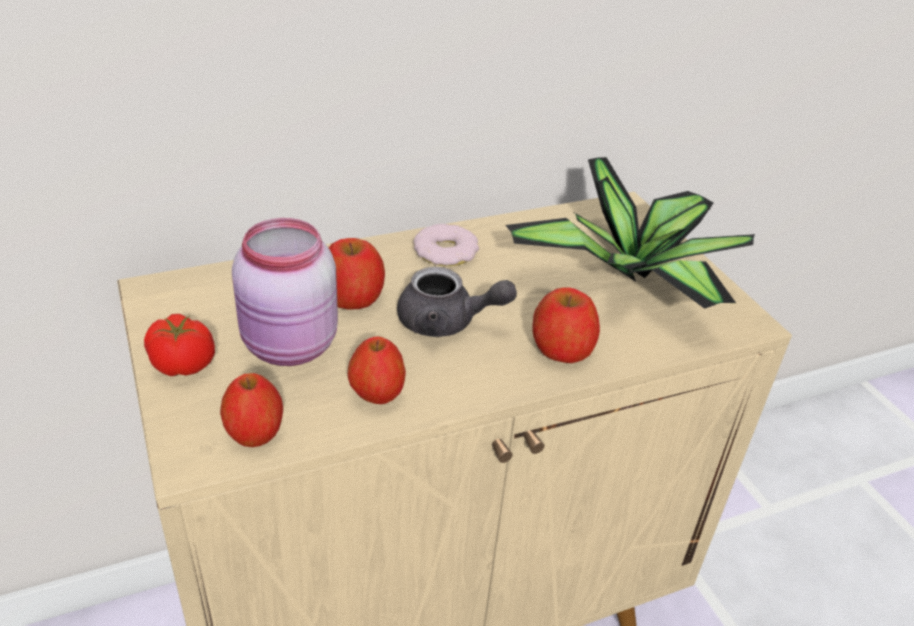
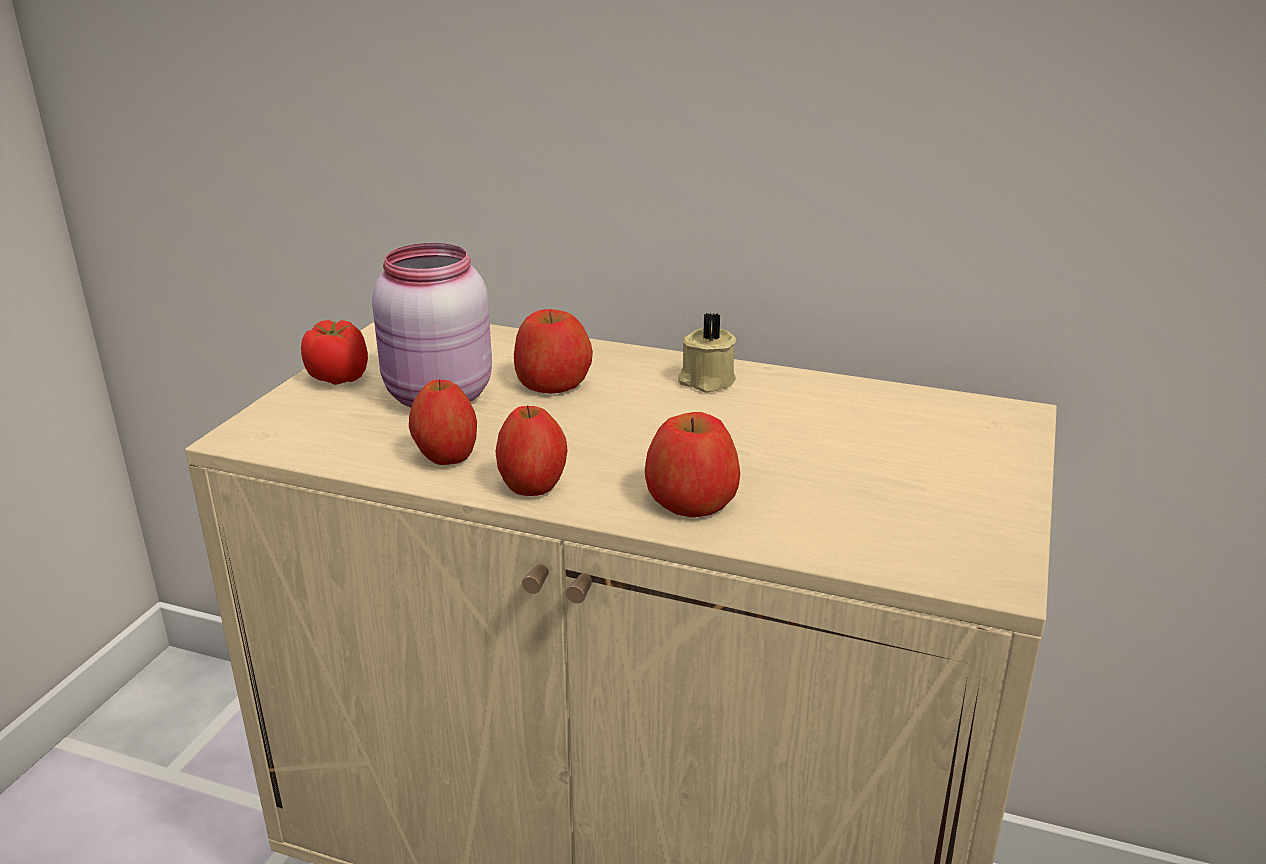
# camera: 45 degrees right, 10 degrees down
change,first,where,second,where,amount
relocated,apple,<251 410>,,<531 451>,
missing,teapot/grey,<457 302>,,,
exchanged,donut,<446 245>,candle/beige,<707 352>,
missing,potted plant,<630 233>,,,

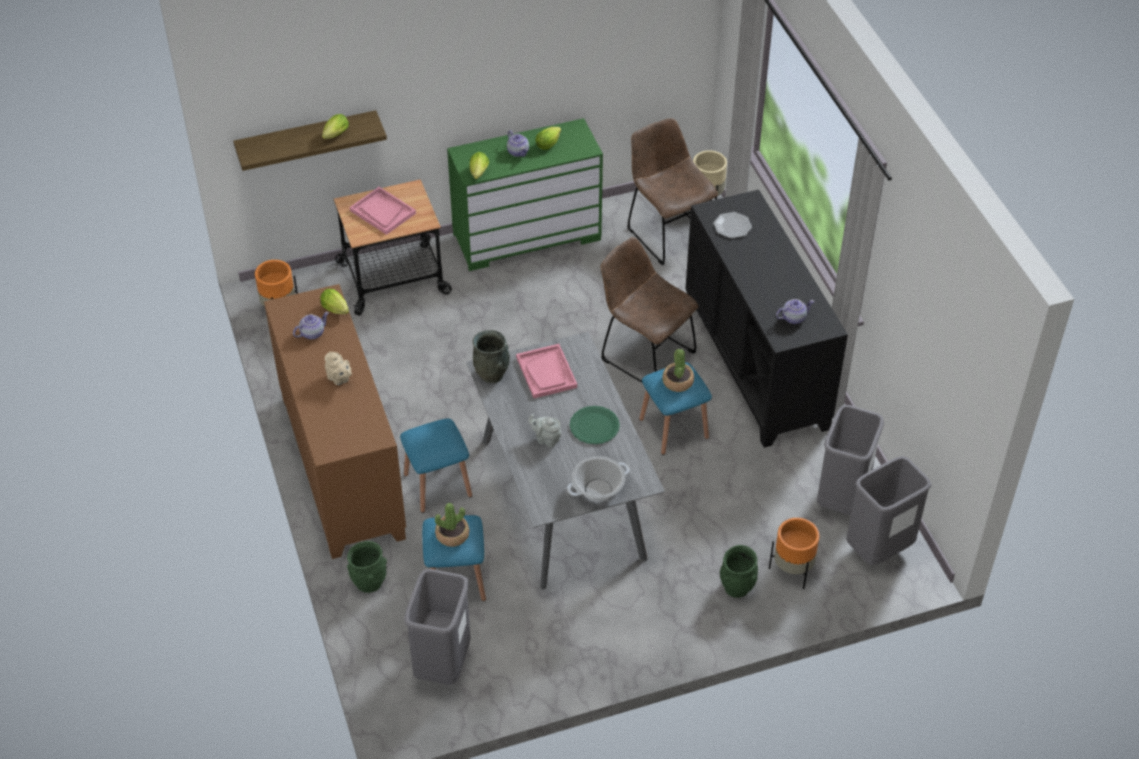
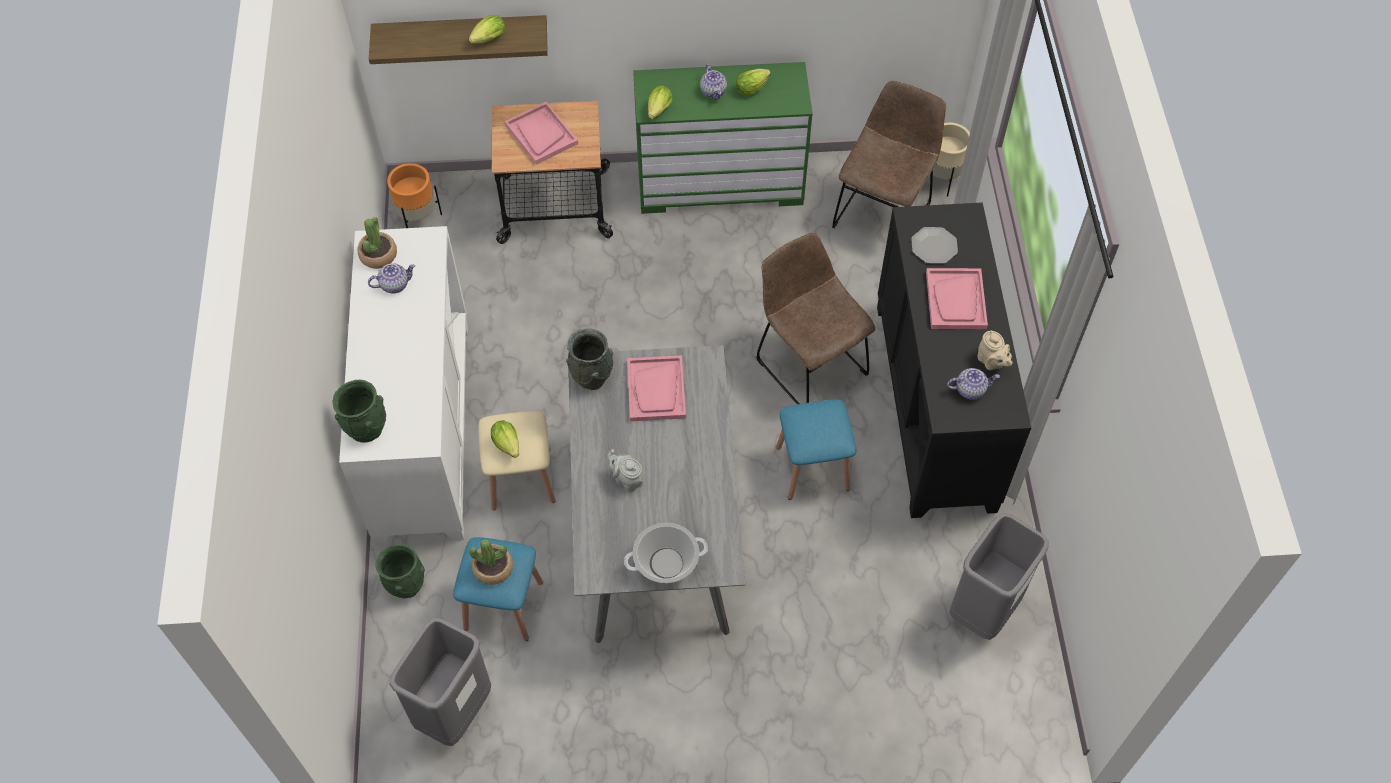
# camera: 15 degrees right, 10 degrees up
change,first,where,second,where,amount
colour,cabinet/brown,<335 421>,cabinet/white,<403 385>,
relocated,lettuce,<334 301>,,<505 439>,
relocated,teapot/beige,<338 368>,,<994 351>,
colour,stool/blue,<436 465>,stool/beige,<516 460>,
missing,plate/green,<595 425>,,,
spun,chair/brown,<673 191>,,<889 154>,45 degrees clockwise
relocated,potted plant,<678 370>,,<377 243>,
relocated,vase/green,<739 571>,,<359 411>,
missing,planter/orange,<794 553>,,,
missing,trash can/grey,<889 510>,,,
appeared,,,tray/pink,<957 298>,

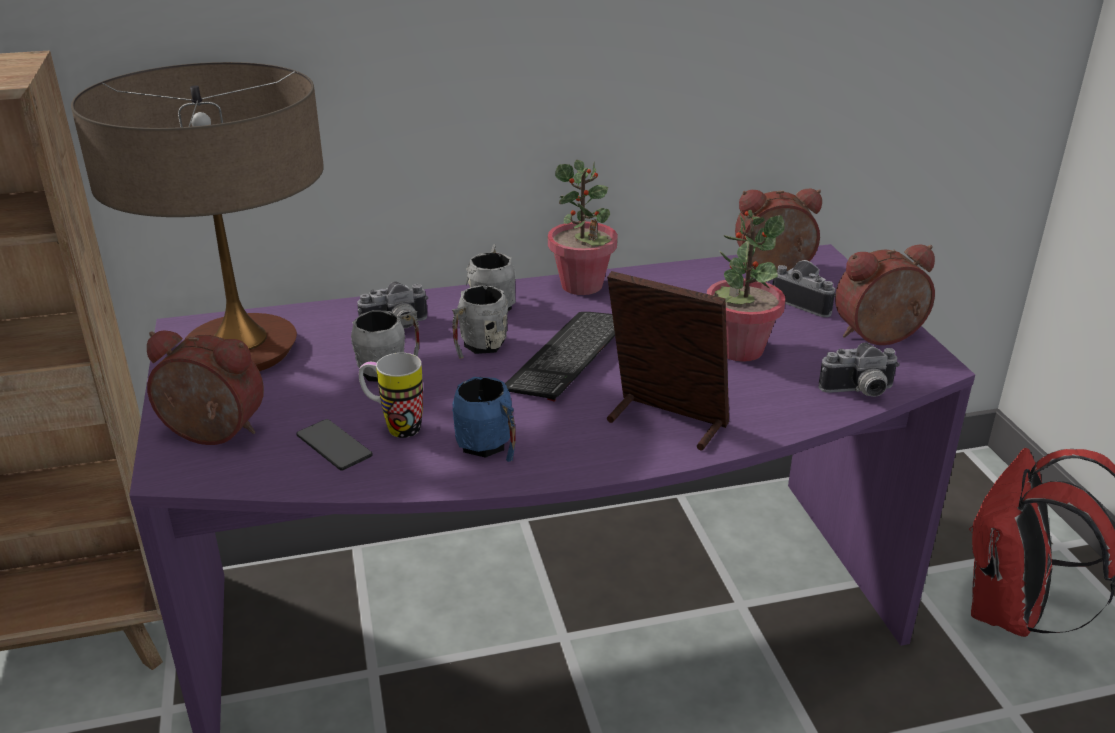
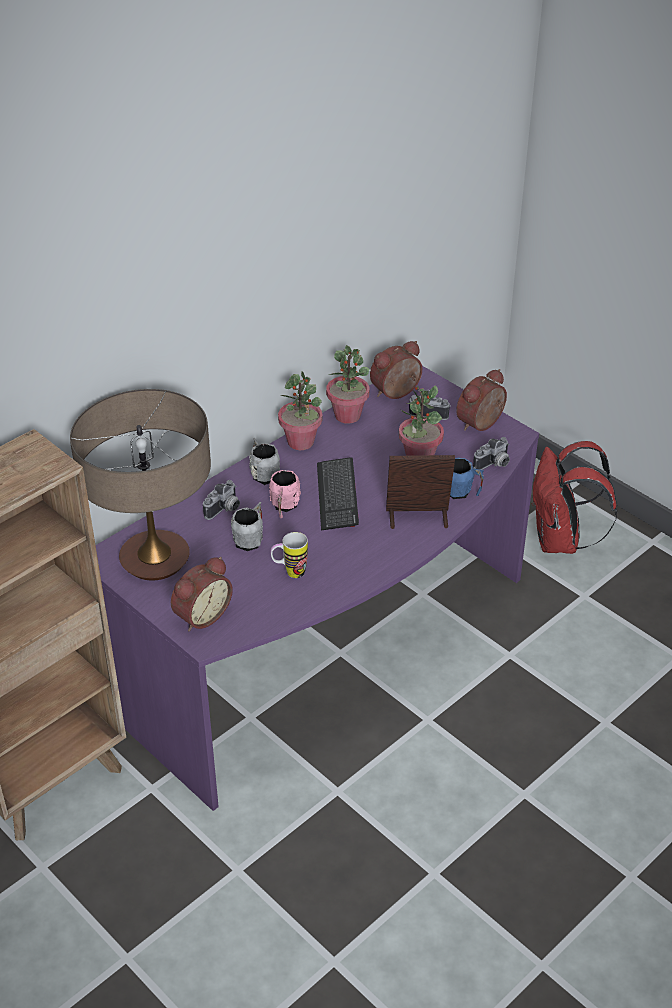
# camera: 30 degrees left, 10 degrees up
change,first,where,second,where,amount
spun,alarm clock,<205 388>,,<202 594>,150 degrees clockwise
missing,phone,<334 445>,,,
colour,mug/grey,<479 322>,mug/pink,<285 494>,
relocated,mug/blue,<484 419>,,<467 478>,
appeared,,,potted plant,<348 384>,

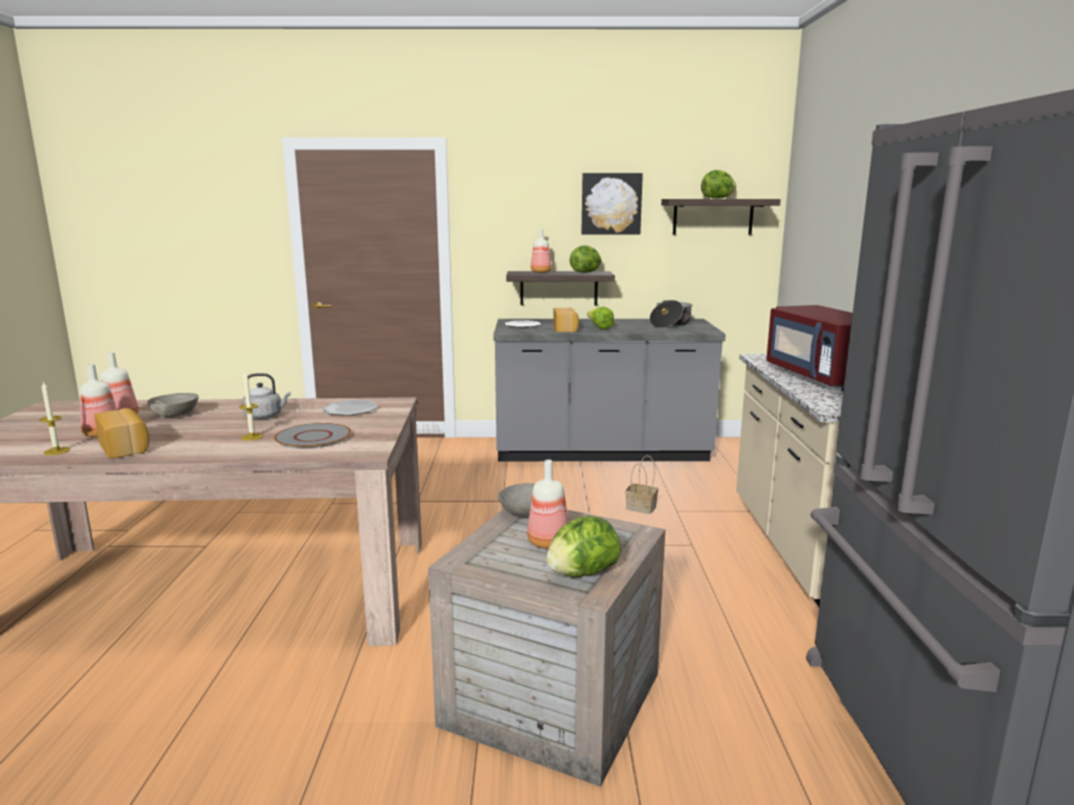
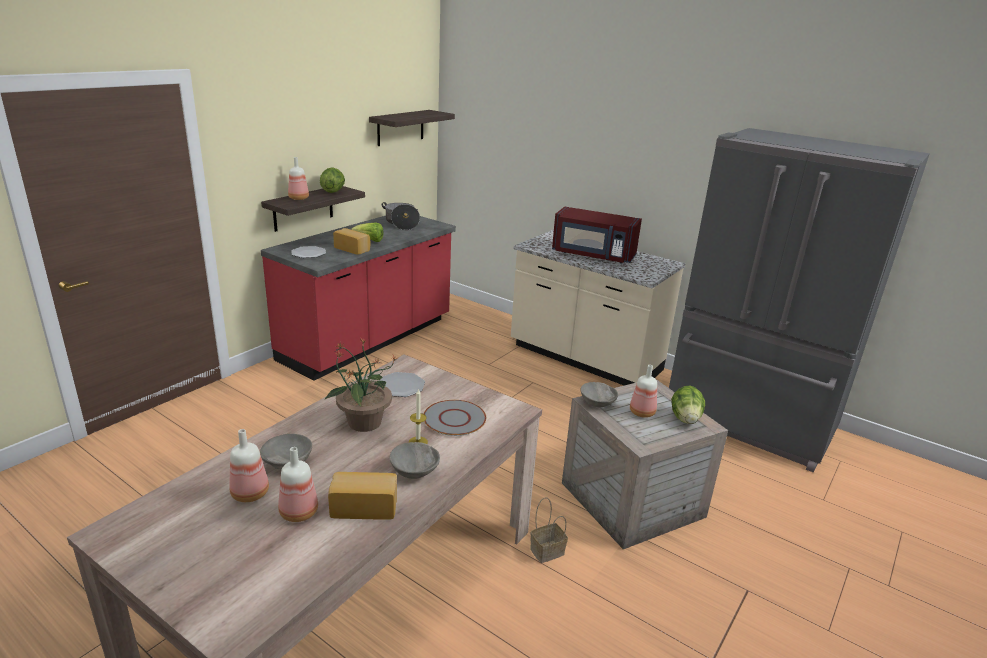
# camera: 55 degrees left, 10 degrees up
change,first,where,second,where,amount
missing,candle,<54 418>,,,
exchanged,kettle/grey,<266 396>,potted plant,<361 384>,
colour,counter/grey,<609 390>,counter/red,<358 298>,
missing,picture,<612 204>,,,
relocated,basket,<642 484>,,<549 530>,
missing,lettuce,<718 184>,,,
appeared,,,bowl/grey,<414 460>,

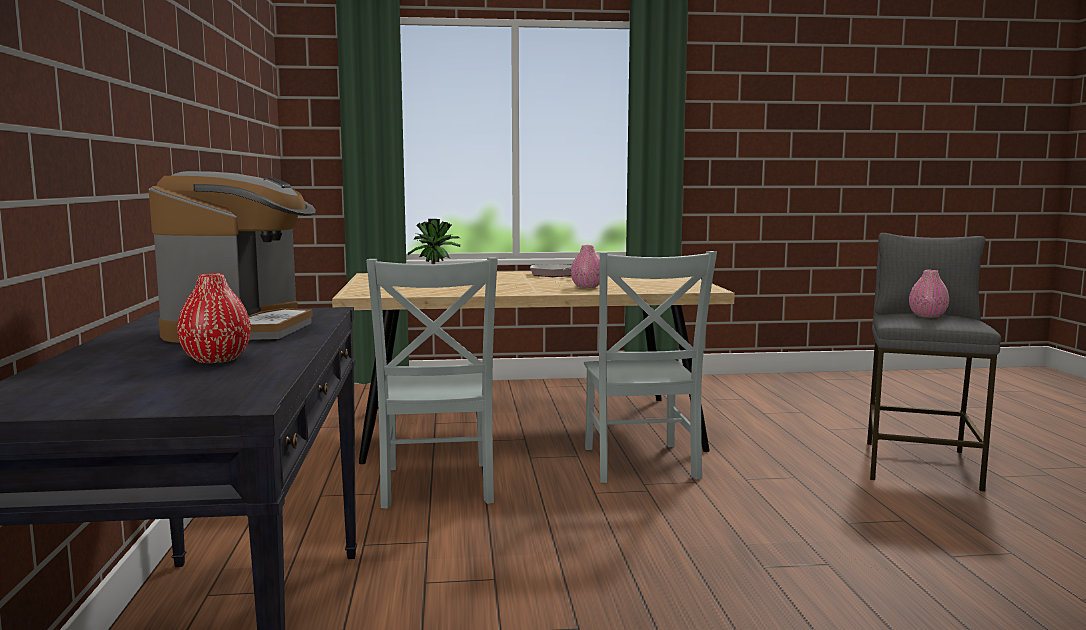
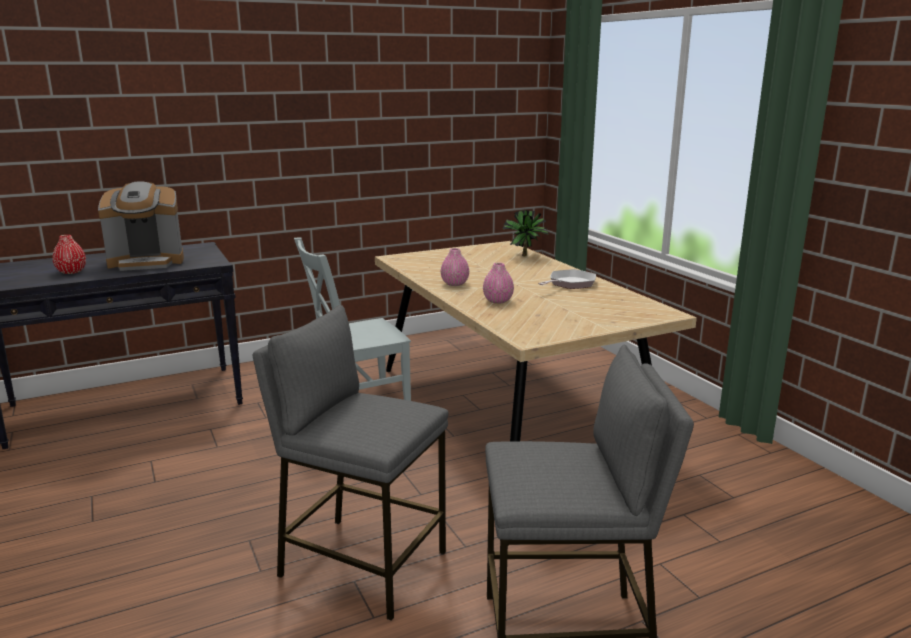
# camera: 70 degrees right, 10 degrees up
change,first,where,second,where,amount
missing,chair/grey,<650 367>,,,
relocated,vase/pink,<929 294>,,<455 267>,
appeared,,,stool/grey,<351 463>,

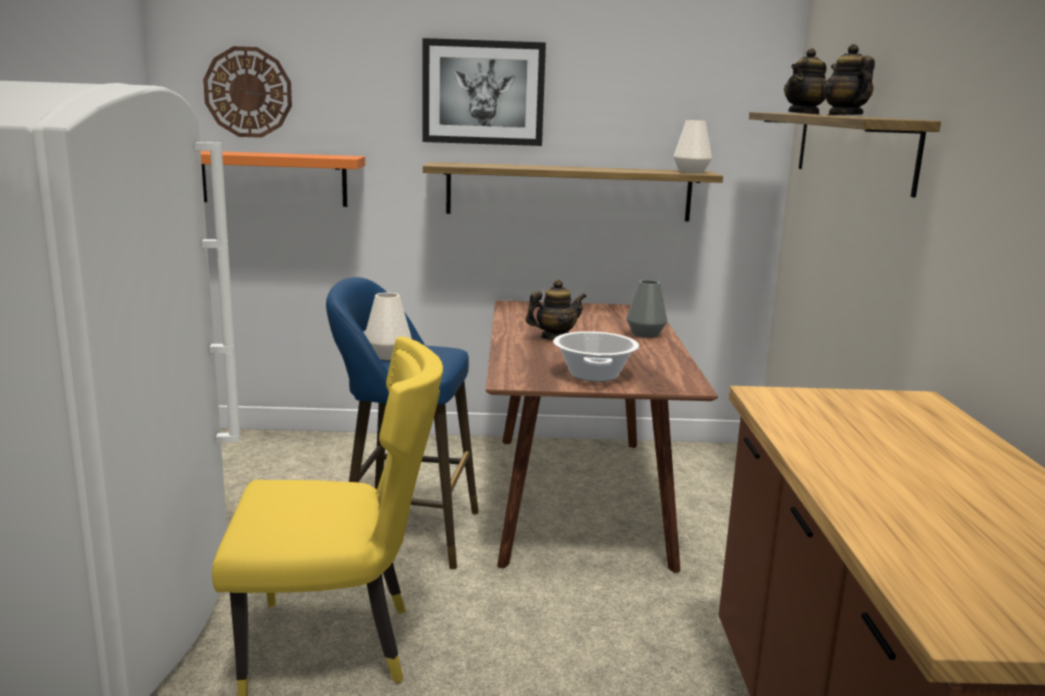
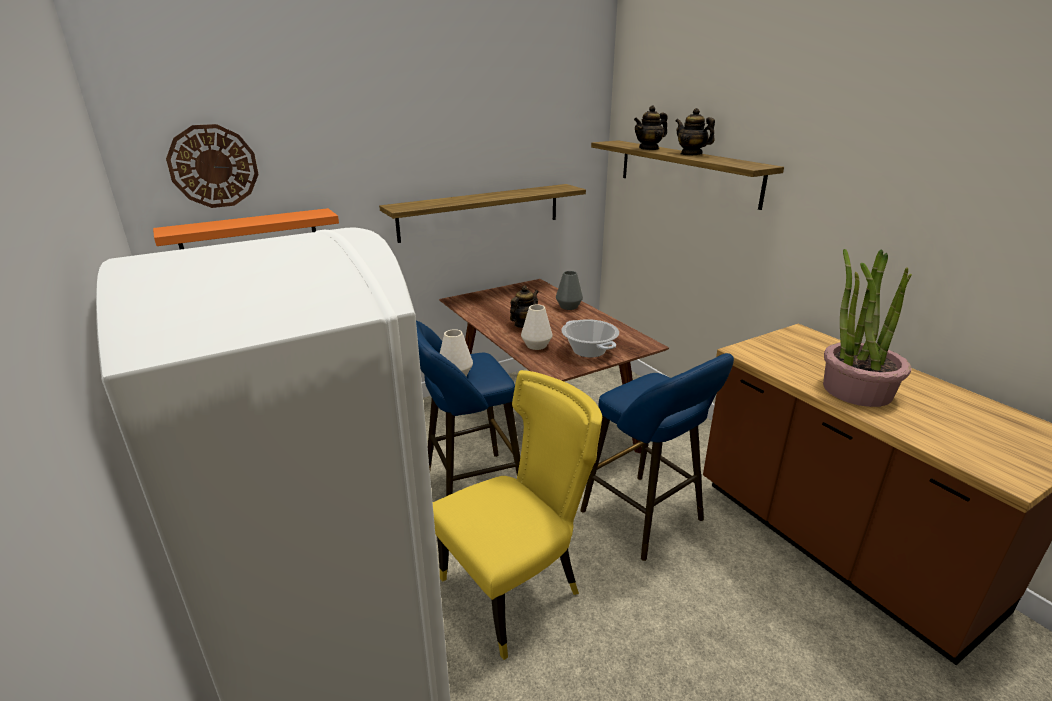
# camera: 30 degrees left, 10 degrees up
change,first,where,second,where,amount
missing,picture,<484 92>,,,
relocated,vase/white,<692 146>,,<537 327>,
spun,teapot,<805 81>,,<651 127>,45 degrees clockwise
appeared,,,stool/blue,<657 457>,
appeared,,,potted plant,<867 328>,

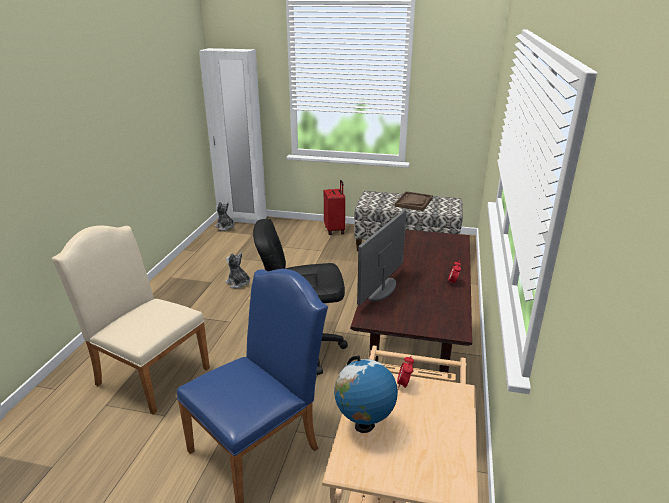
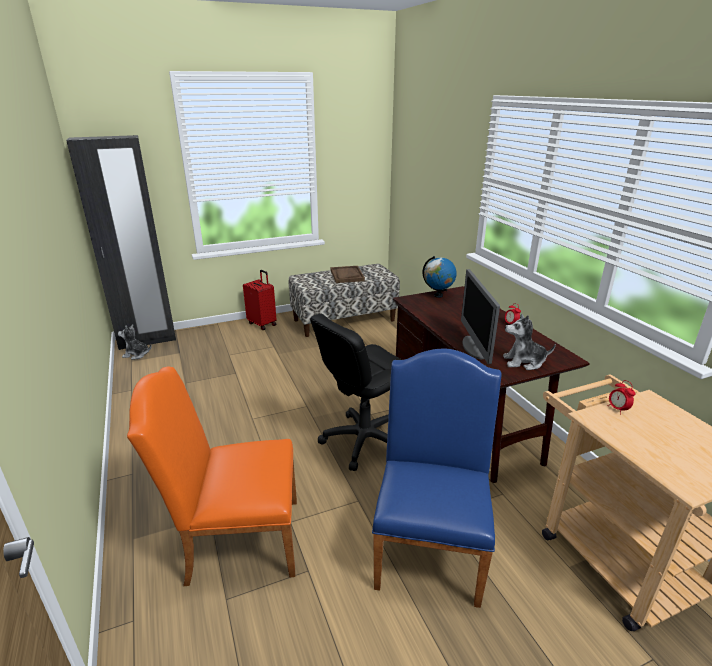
# camera: 35 degrees left, 0 degrees up
change,first,where,second,where,amount
colour,chair/beige,<131 320>,chair/orange,<212 476>,
colour,wardrobe/white,<233 136>,wardrobe/black,<121 242>,
relocated,plush toy,<237 270>,,<529 342>,
relocated,globe,<366 394>,,<439 277>,

